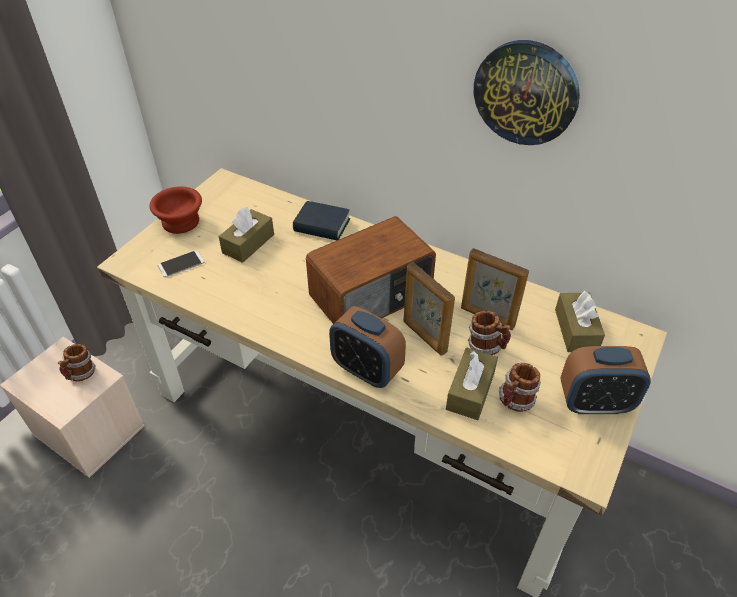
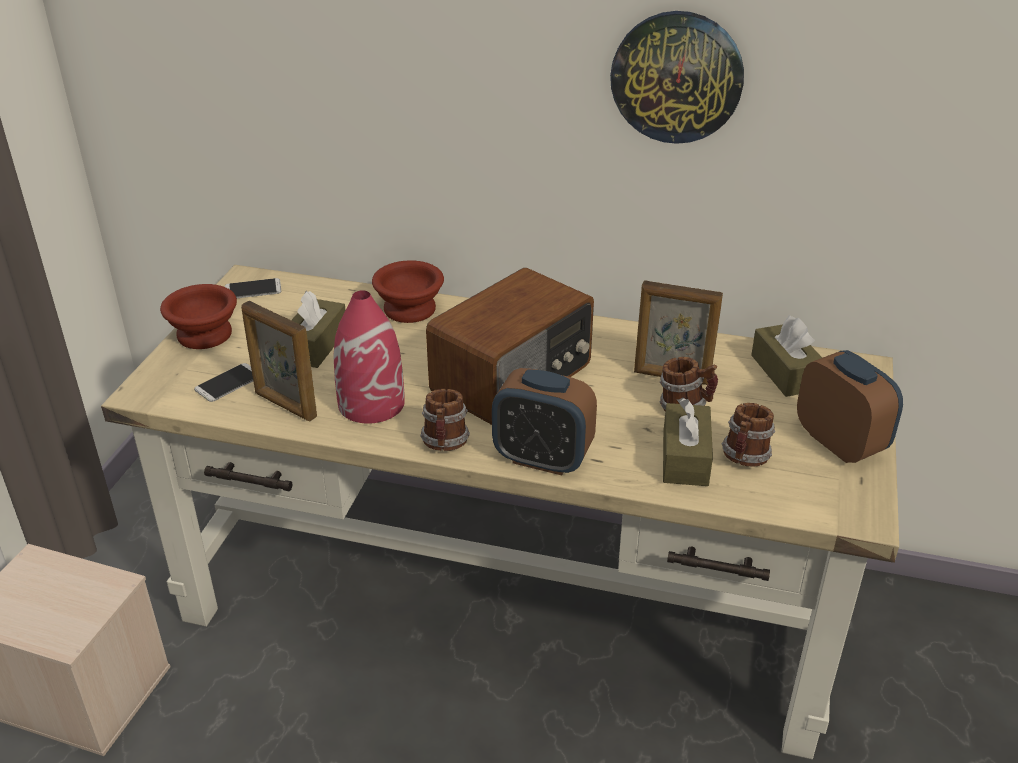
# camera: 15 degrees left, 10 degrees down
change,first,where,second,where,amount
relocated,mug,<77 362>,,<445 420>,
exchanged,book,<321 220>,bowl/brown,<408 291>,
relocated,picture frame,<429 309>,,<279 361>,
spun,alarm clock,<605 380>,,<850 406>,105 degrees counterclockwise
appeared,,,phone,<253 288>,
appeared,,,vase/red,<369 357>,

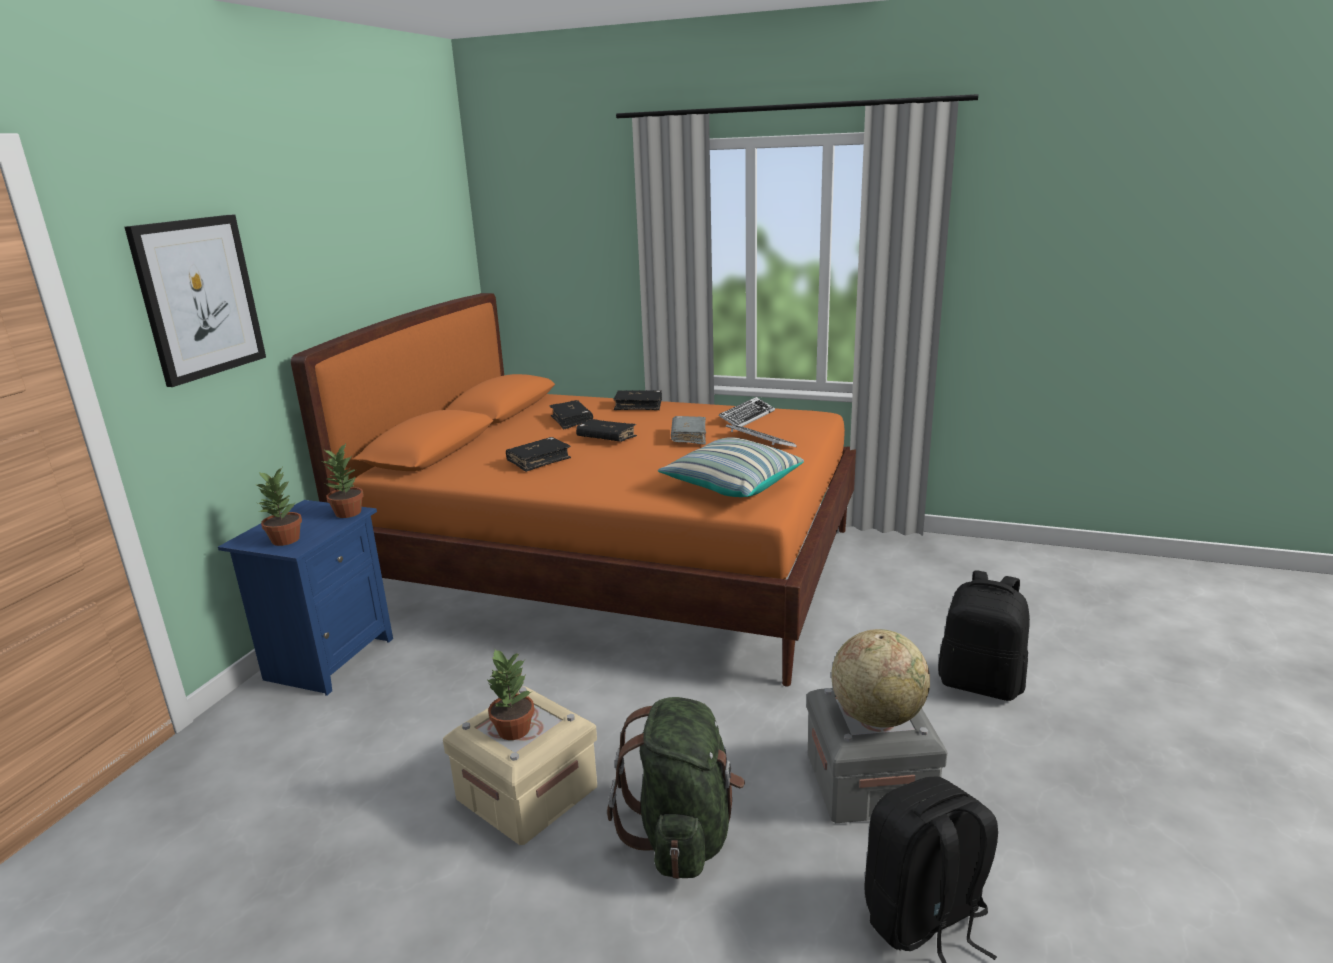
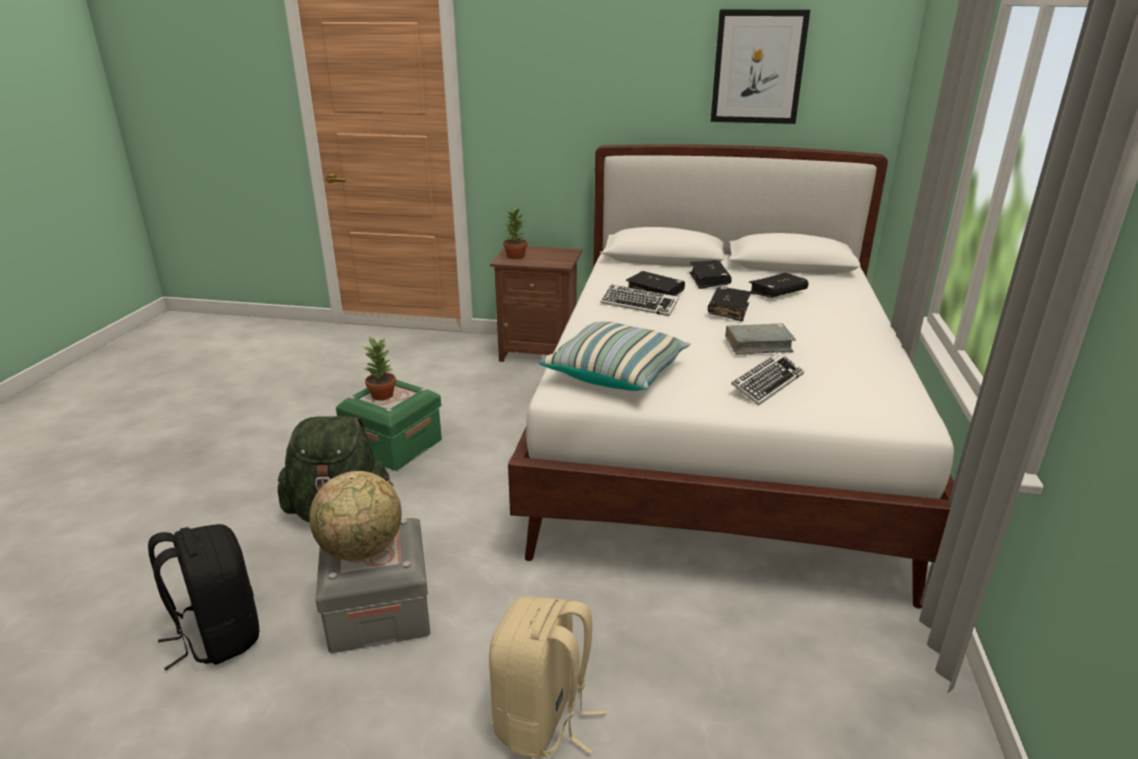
# camera: 80 degrees right, 5 degrees up
change,first,where,second,where,amount
relocated,picture,<195 301>,,<760 66>,
colour,nightstand/blue,<305 598>,nightstand/brown,<536 304>,
colour,bed/orange,<573 489>,bed/white,<731 376>,
missing,potted plant,<344 481>,,,
colour,storage box/beige,<520 765>,storage box/green,<389 425>,
relocated,book/black,<637 400>,,<711 274>,
relocated,keyboard,<747 412>,,<639 300>,
colour,backpack/black,<984 635>,backpack/beige,<547 677>,

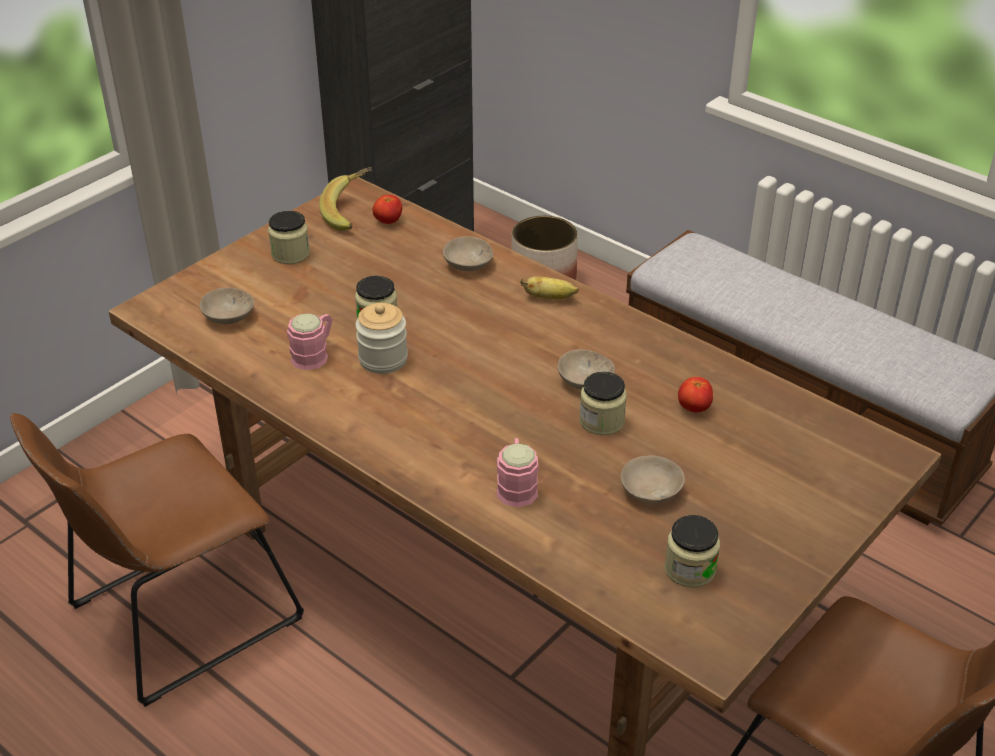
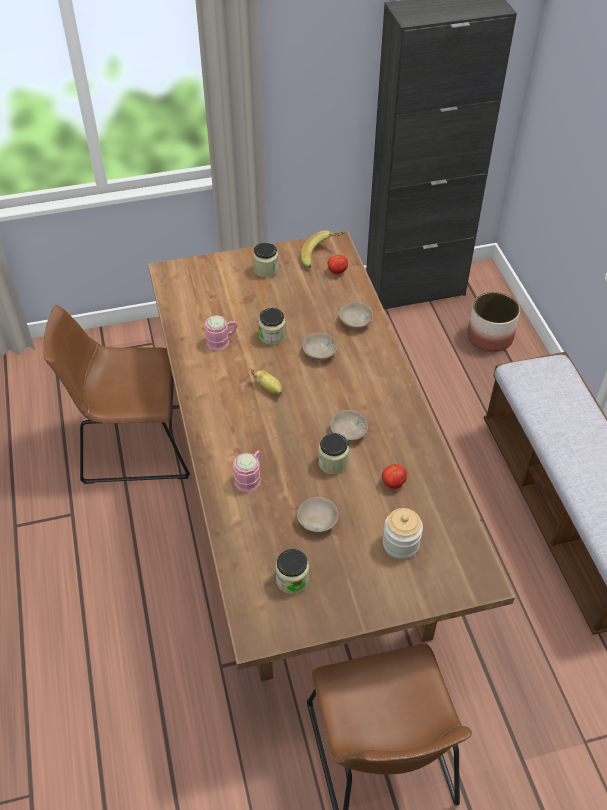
# camera: 35 degrees right, 10 degrees up
change,first,where,second,where,amount
relocated,bowl/beige,<227 306>,,<319 346>,
relocated,jar,<381 338>,,<403 533>,
relocated,banana,<550 288>,,<266 381>,

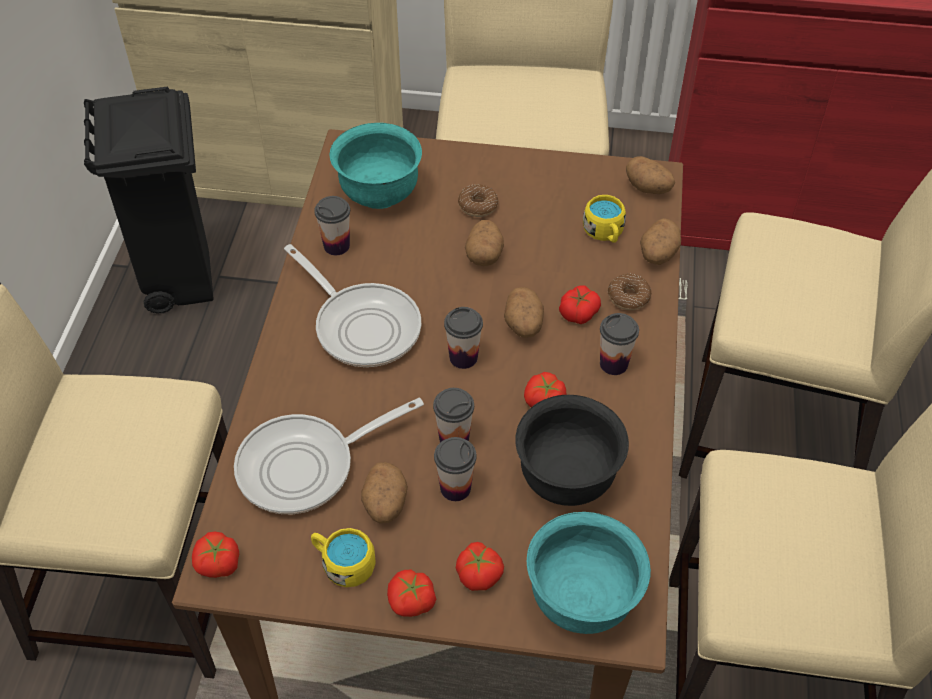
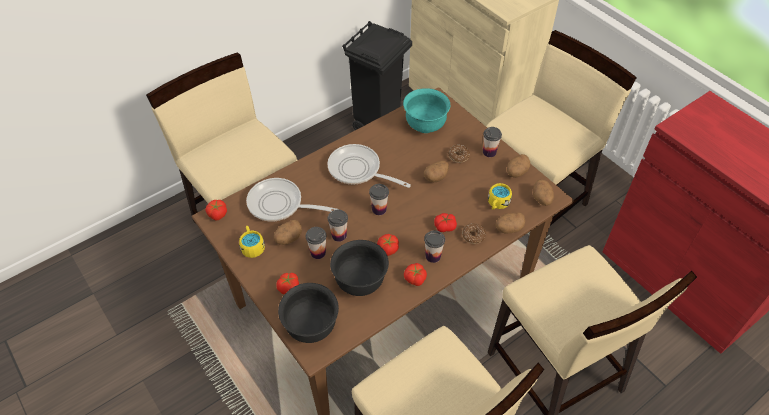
# camera: 45 degrees right, 0 degrees up
change,first,where,second,where,amount
spun,frying pan,<352 305>,,<369 166>,120 degrees clockwise
relocated,cup,<332 225>,,<492 142>,
relocated,tomato,<411 593>,,<415 274>,
relocated,potato,<524 312>,,<518 166>,
colour,bowl/turquoise,<589 573>,bowl/black,<308 313>,

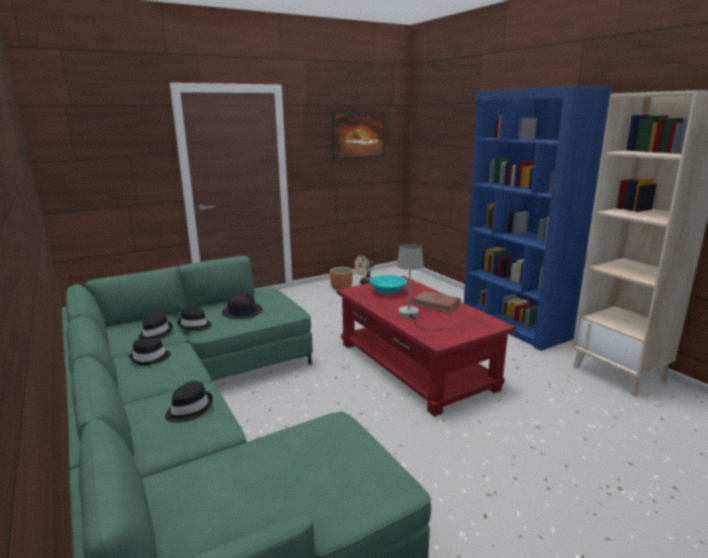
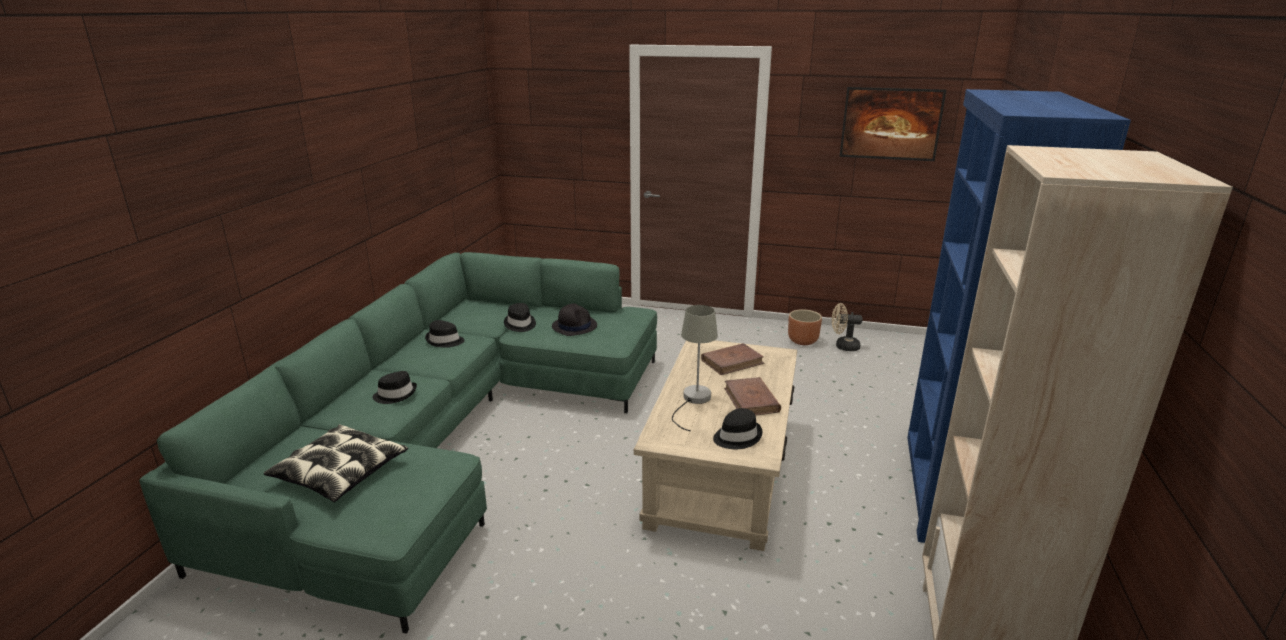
# camera: 45 degrees right, 5 degrees up
change,first,where,second,where,amount
relocated,hat/black,<155 326>,,<738 428>,
colour,coffee table/red,<426 346>,coffee table/beige,<715 445>,
exchanged,bowl/turquoise,<388 284>,book/brown,<732 359>,
appeared,,,pillow,<336 463>,

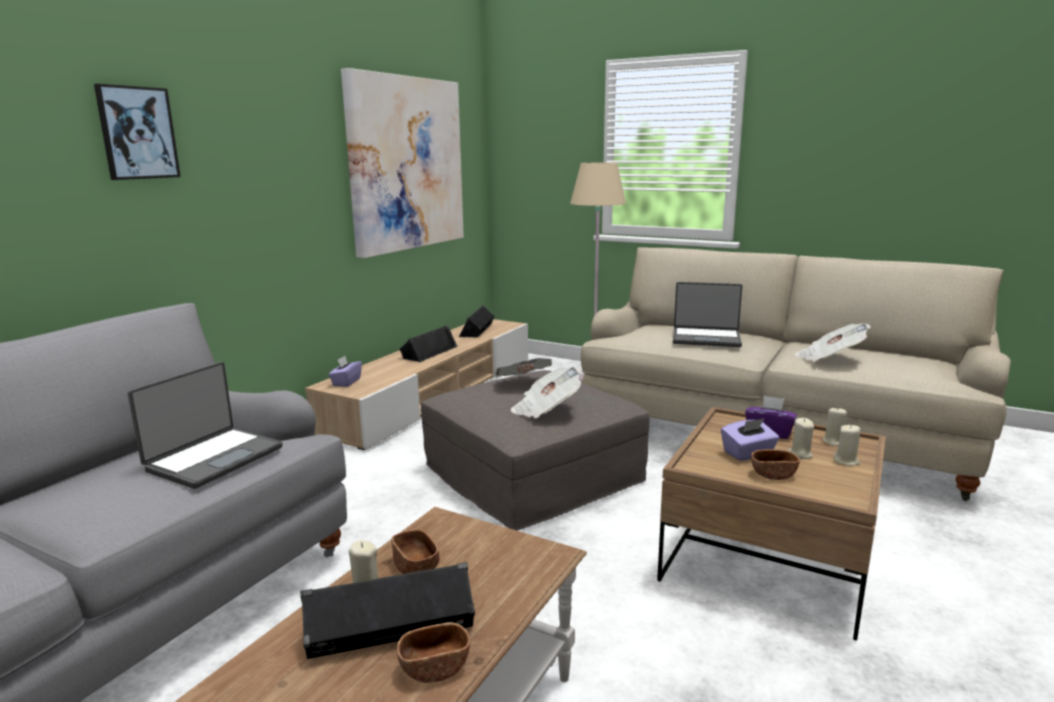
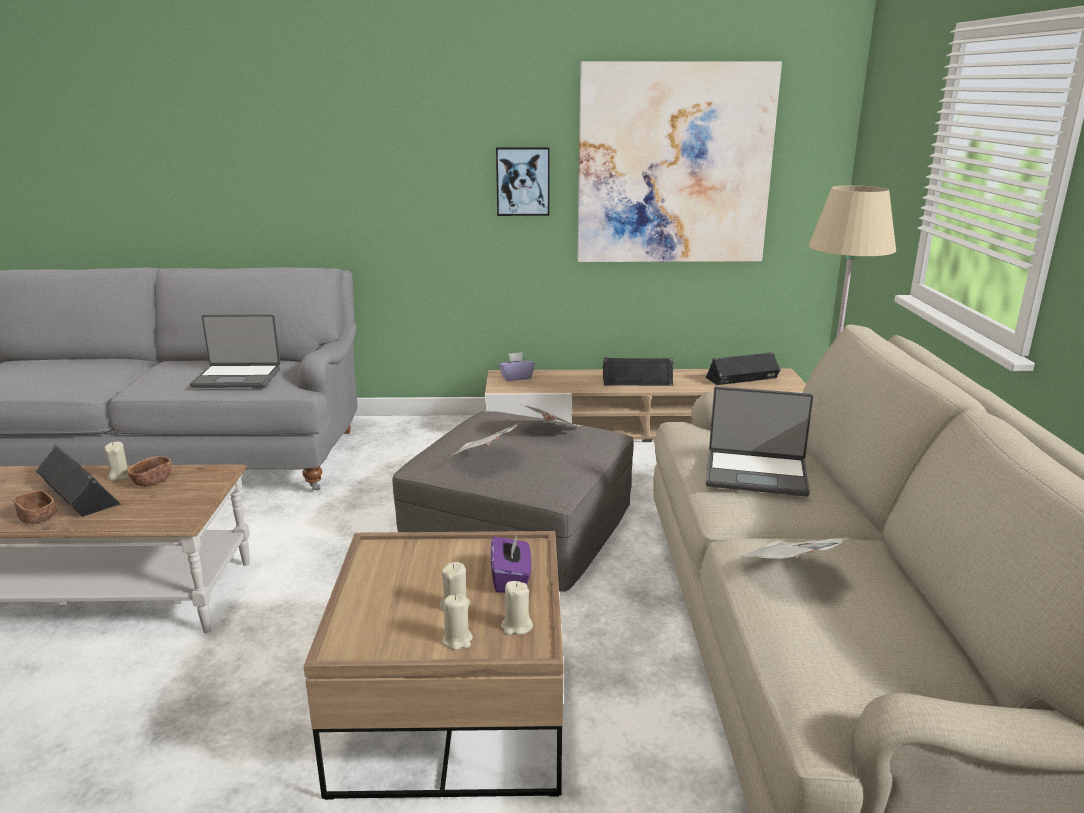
# camera: 60 degrees right, 5 degrees up
change,first,where,second,where,amount
relocated,picture,<137 132>,,<523 181>,
spun,laptop,<707 314>,,<759 441>,60 degrees counterclockwise
missing,tissue box/purple,<750 439>,,,
missing,bowl/brown,<775 464>,,,

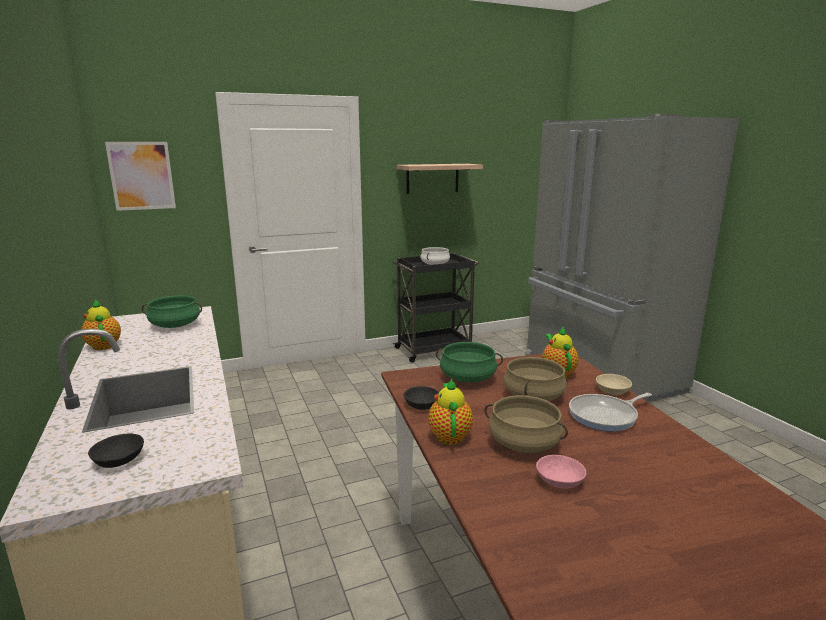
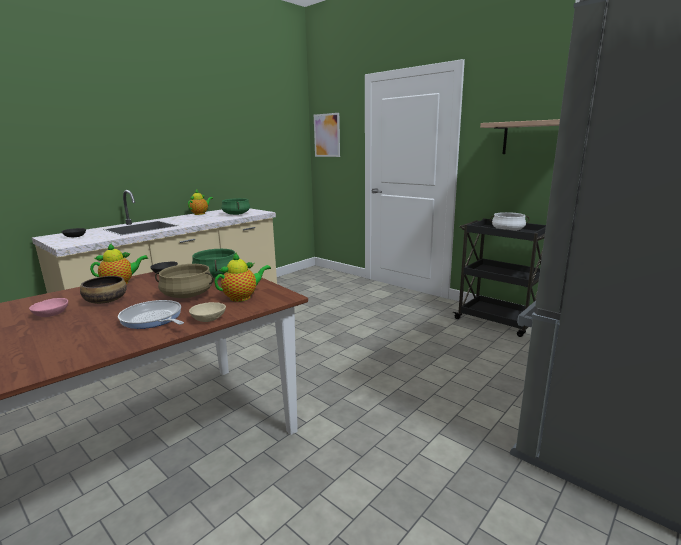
# camera: 65 degrees right, 0 degrees up
change,first,where,second,where,amount
exchanged,cooking pot/beige,<526 424>,bowl,<103 290>,

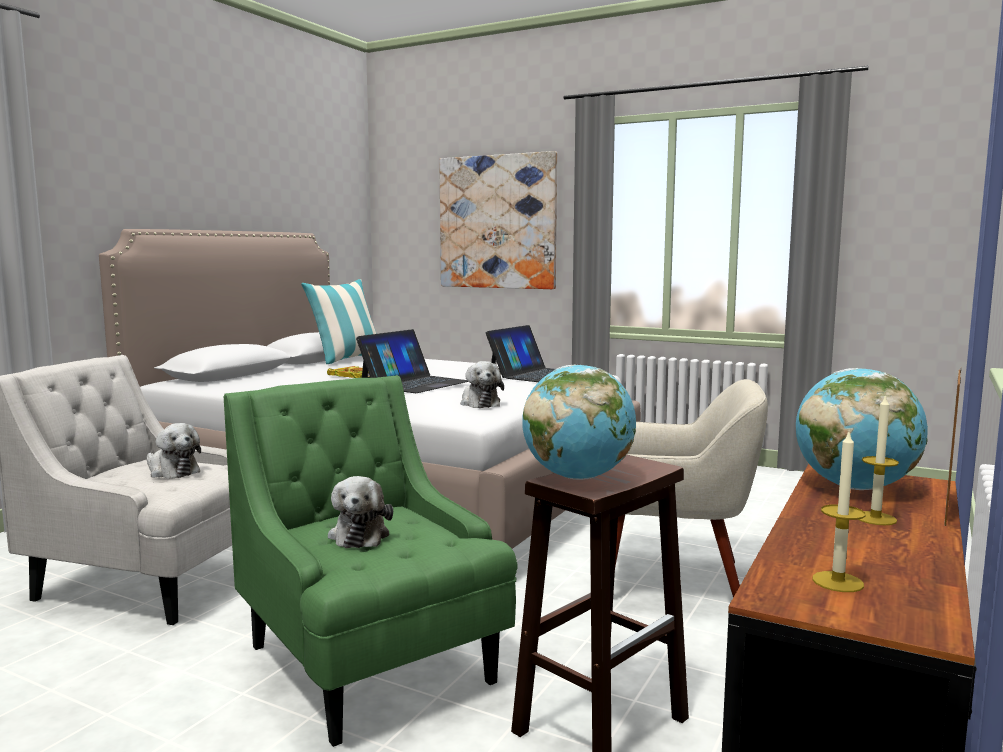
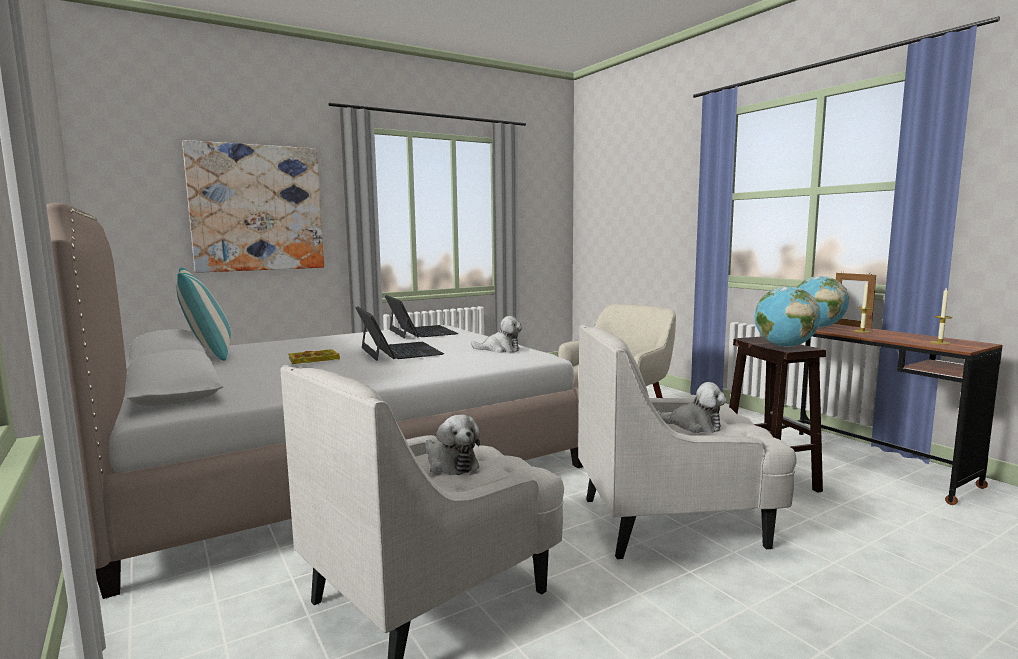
# camera: 60 degrees left, 0 degrees up
change,first,where,second,where,amount
spun,plush toy,<174 451>,,<452 445>,75 degrees clockwise
colour,armchair/green,<370 561>,armchair/white,<687 442>,

